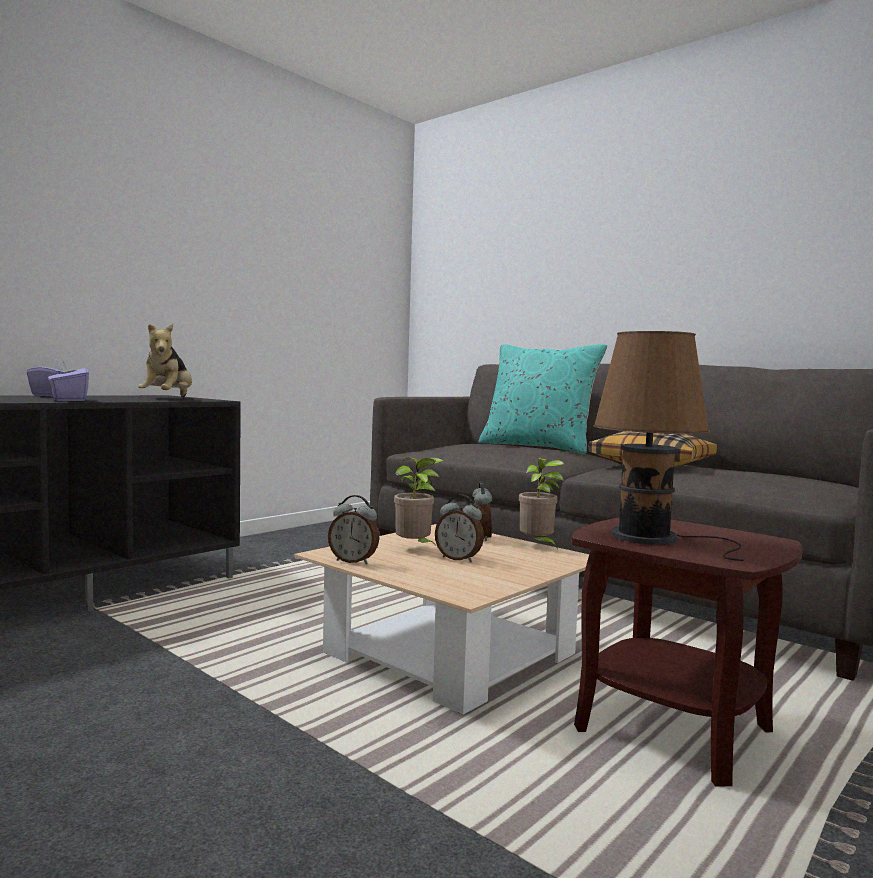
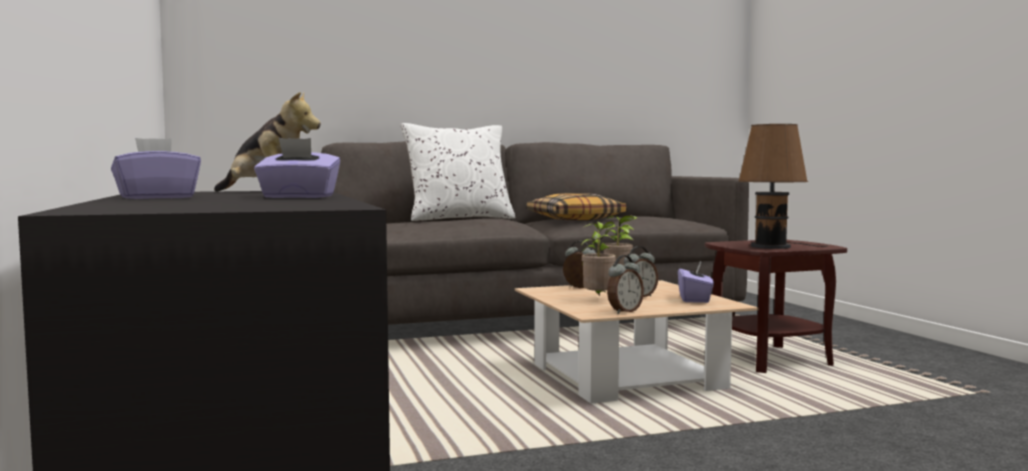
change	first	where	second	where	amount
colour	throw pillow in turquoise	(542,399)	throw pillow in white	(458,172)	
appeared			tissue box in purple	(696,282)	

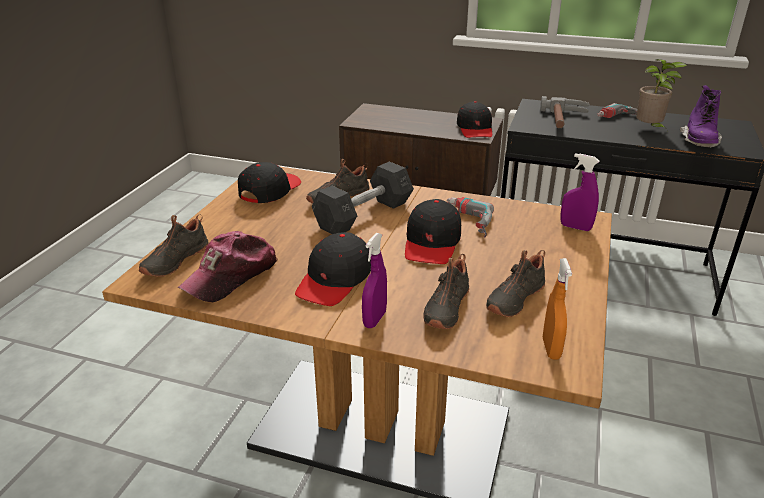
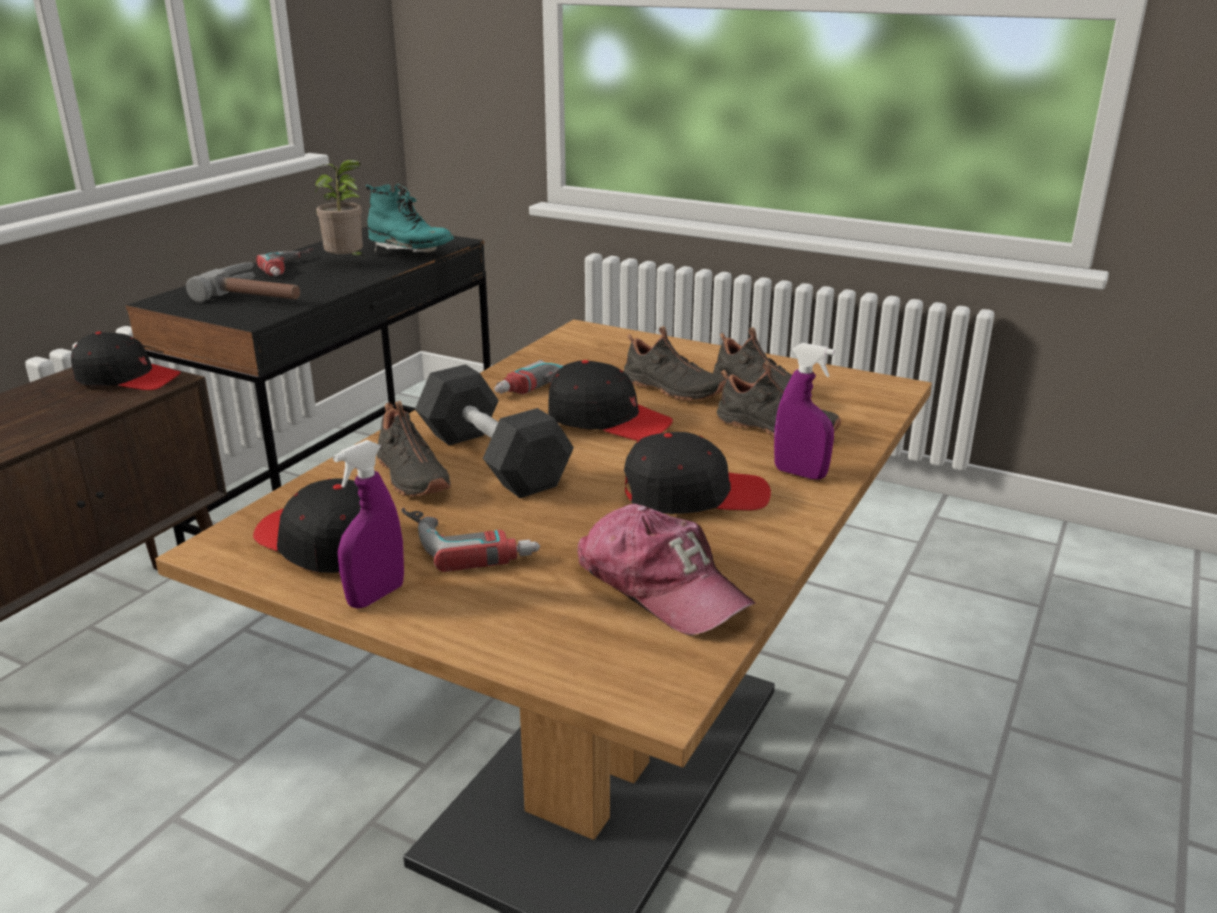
change	first	where	second	where	amount
relocated	sprayer in purple	(580,192)		(368,524)	
colour	high-top boot in purple	(701,116)	high-top boot in turquoise	(410,218)	
appeared			drill	(471,539)	
relocated	item of footwear in blackish	(173,245)		(675,363)	
spun	cap in blackish	(333,269)		(697,473)	45 degrees counterclockwise
missing	sprayer in orangey	(557,309)			

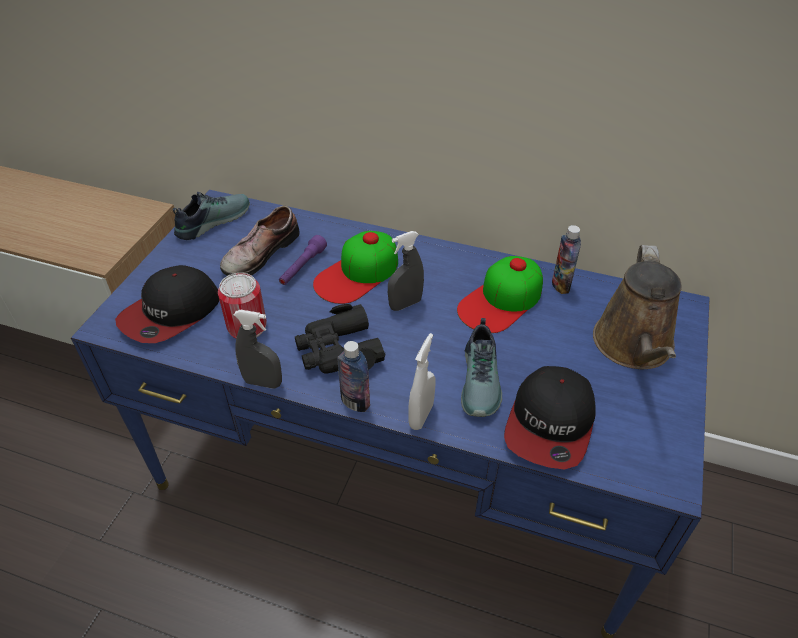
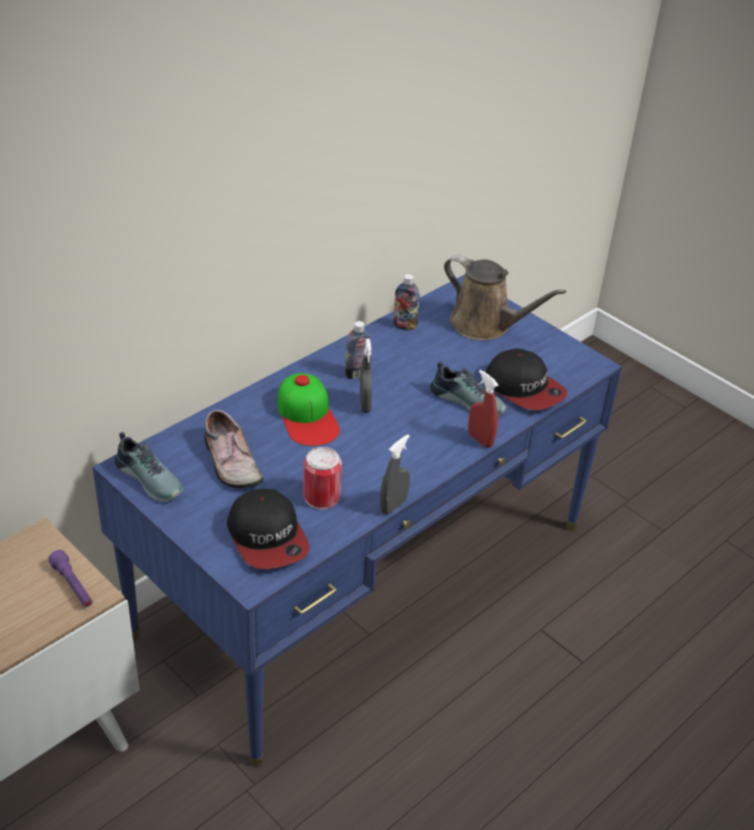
change	first	where	second	where	amount
relocated	torch in purple	(303,260)		(70,578)	
spun	item of footwear	(211,216)		(149,467)	150 degrees clockwise
relocated	beverage bottle	(353,376)		(358,350)	
colour	sprayer in white	(422,381)	sprayer in reddish	(483,409)	
missing	field glasses in blackish	(340,339)			
missing	cap	(500,294)			

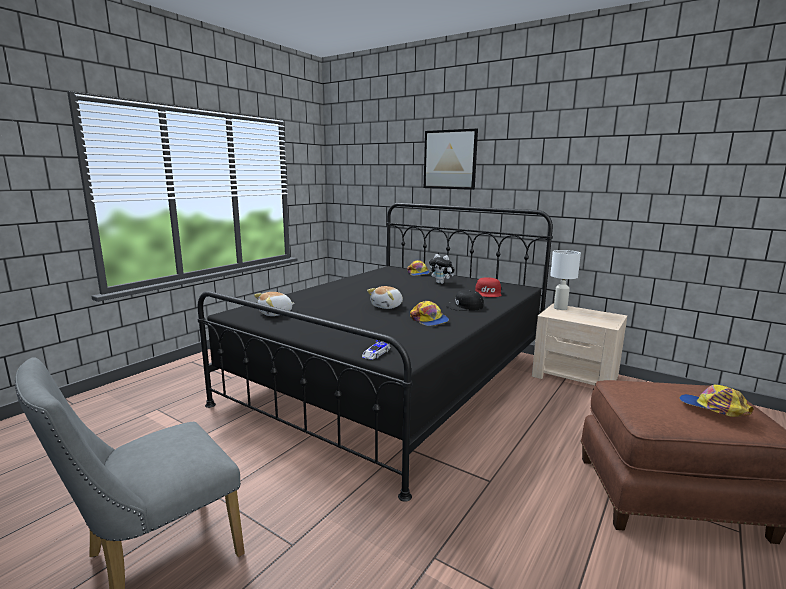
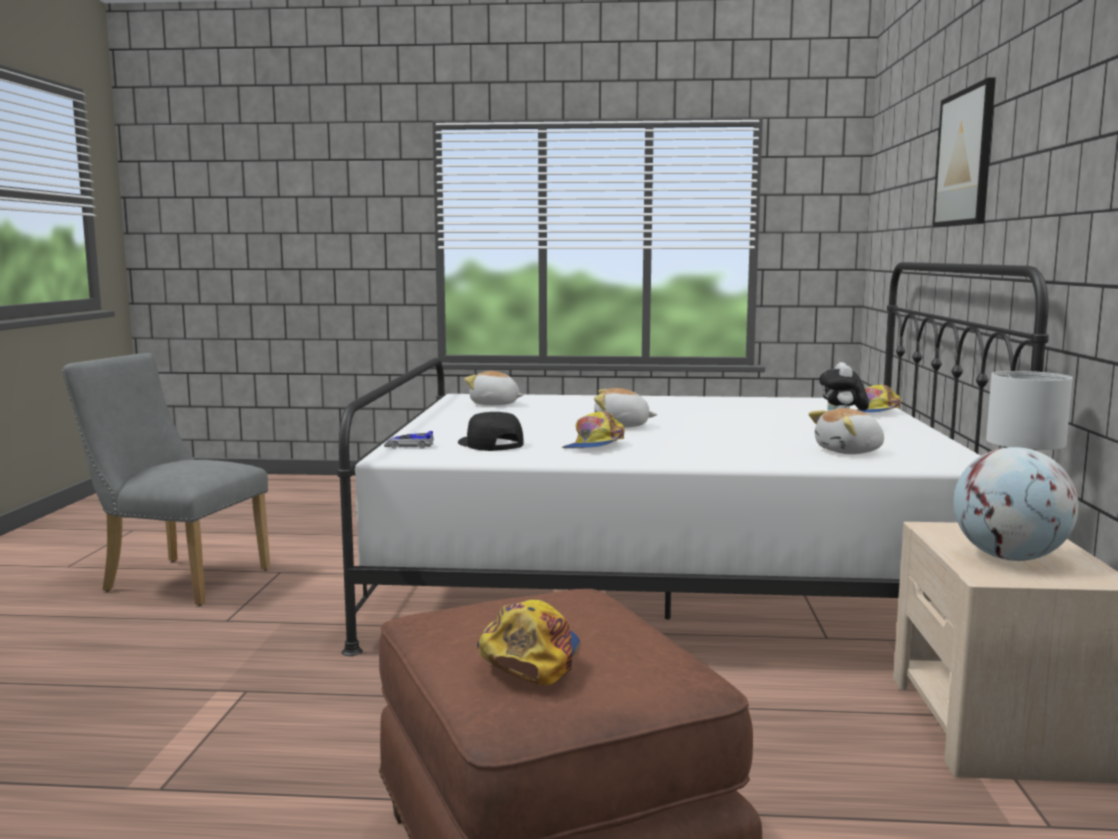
change	first	where	second	where	amount
colour	bedroom bed in blackish	(375,352)	bedroom bed in white	(693,459)	
relocated	cap in blackish	(464,300)		(491,431)	
exchanged	cap in reddish	(488,287)	cuddly toy	(846,431)	
appeared			globe	(1016,504)	

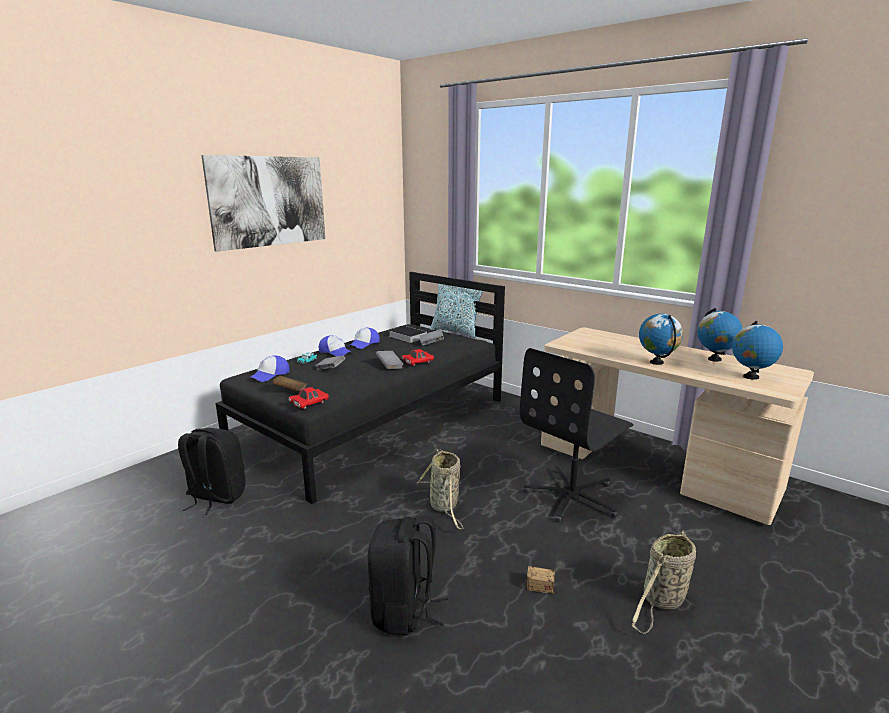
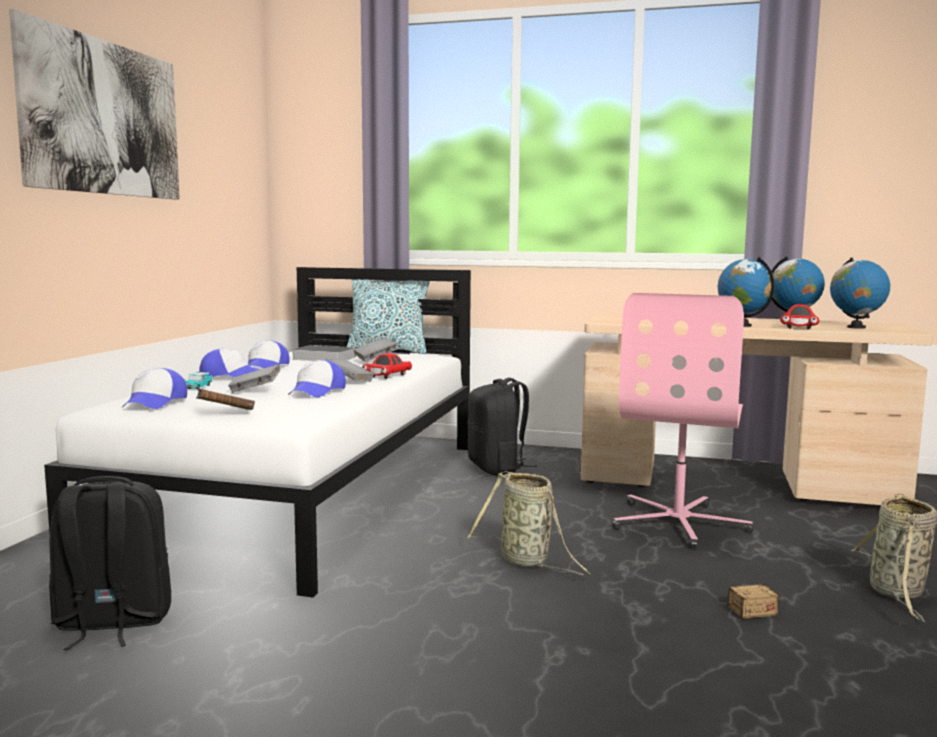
change	first	where	second	where	amount
colour	bedroom bed in blackish	(360,388)	bedroom bed in white	(257,432)	
appeared			cap	(317,378)	
relocated	rucksack in blackish	(408,575)		(502,426)	
colour	office chair in blackish	(577,435)	office chair in pinkish	(682,421)	
relocated	toy car in reddish	(308,398)		(799,316)	

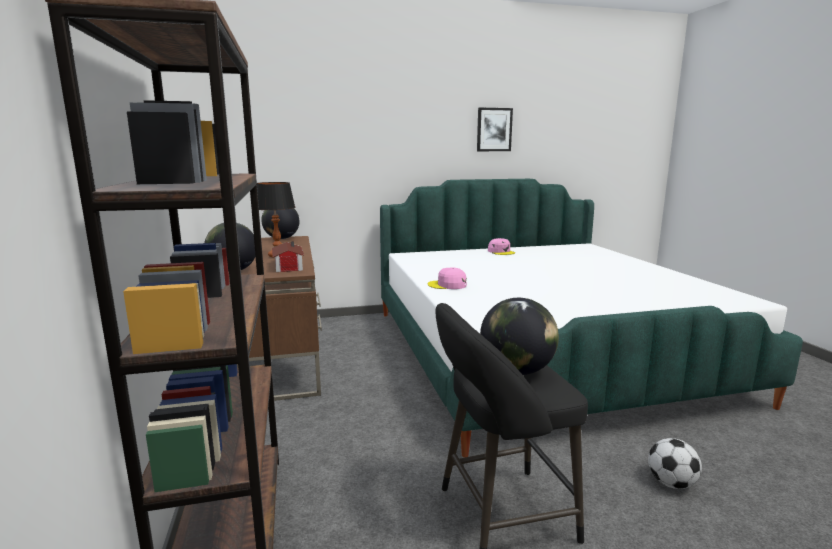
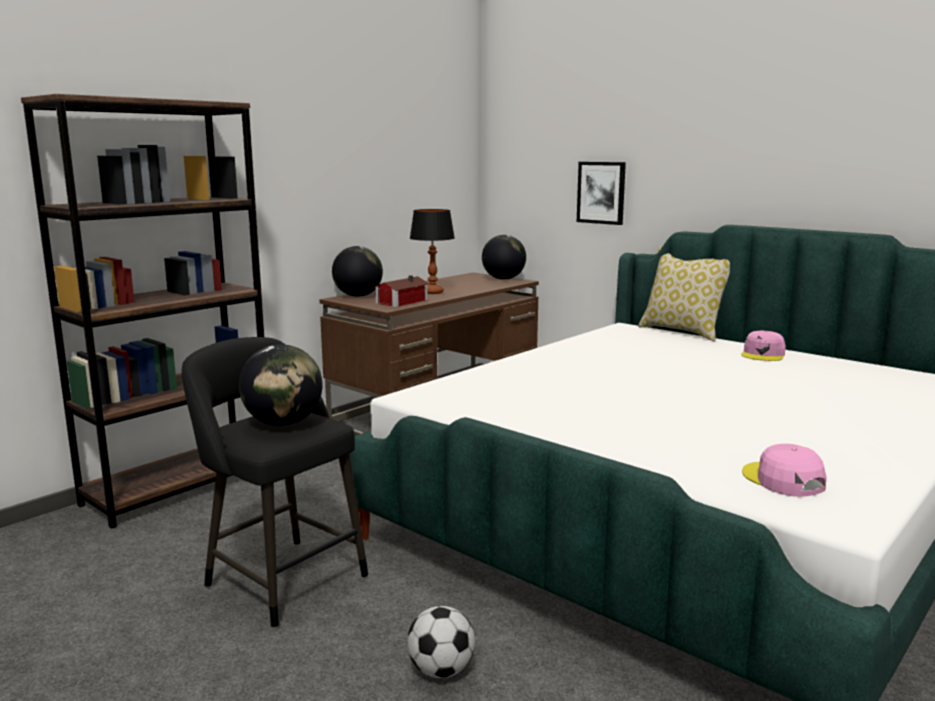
change	first	where	second	where	amount
relocated	wall art	(495,129)		(601,193)	
appeared			throw pillow	(684,294)	
relocated	cap in pinkish	(447,278)		(784,470)	

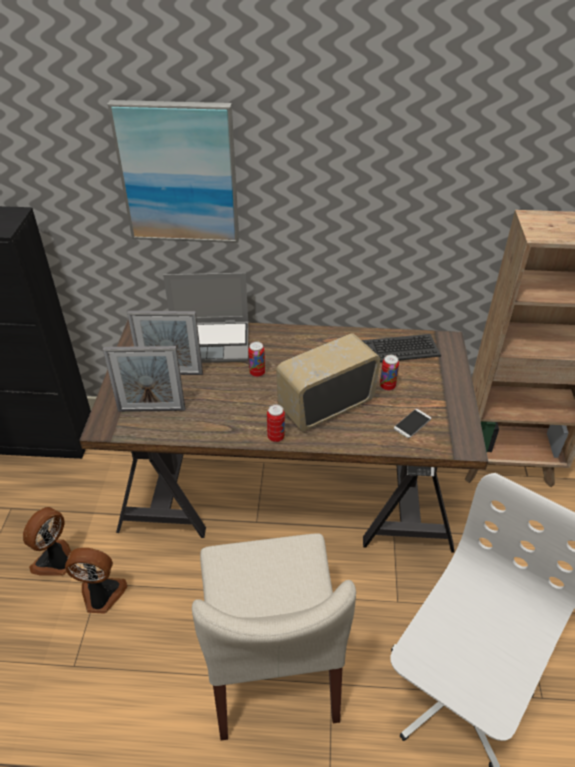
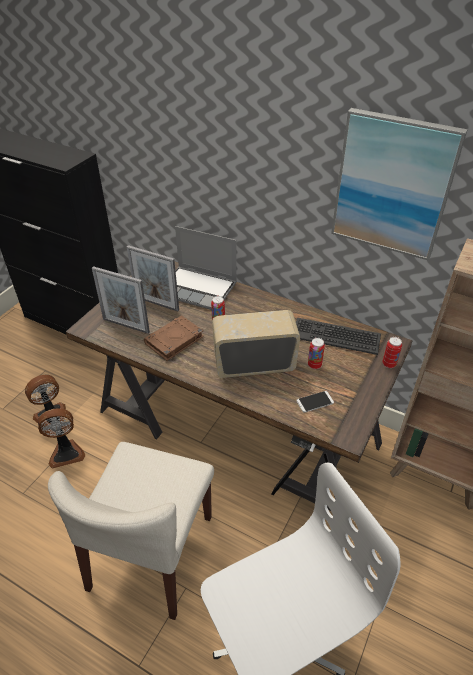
change	first	where	second	where	amount
spun	cooling fan	(96,581)		(61,438)	135 degrees clockwise
appeared			bound book in brown	(174,338)	
relocated	wall art	(173,171)		(399,184)	
relocated	sealed can	(276,423)		(392,352)	

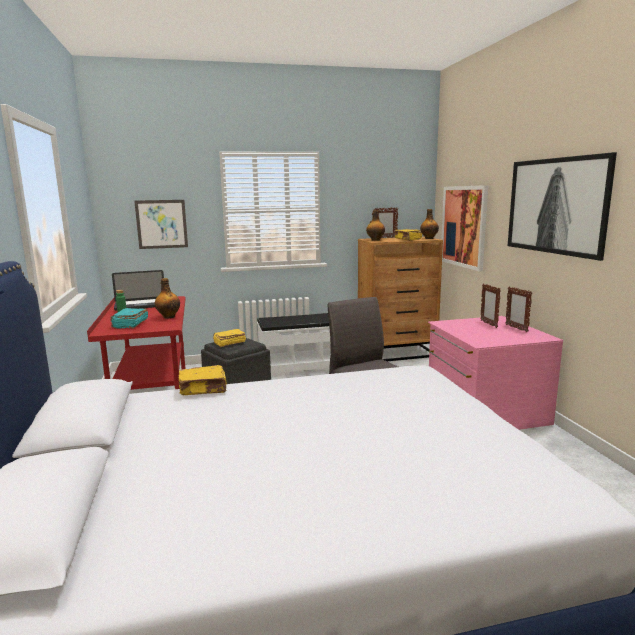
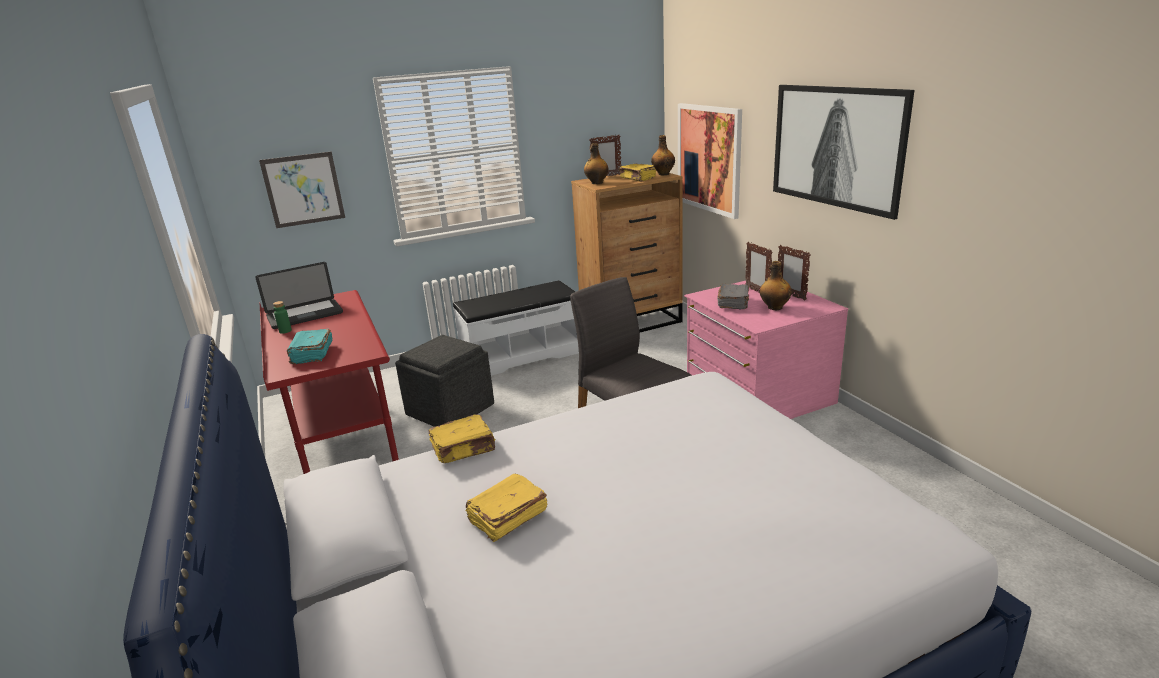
change	first	where	second	where	amount
relocated	bound book in yellowish	(229,338)		(506,507)	
appeared			bound book in gray	(733,297)	
relocated	beverage bottle	(167,298)		(776,285)	

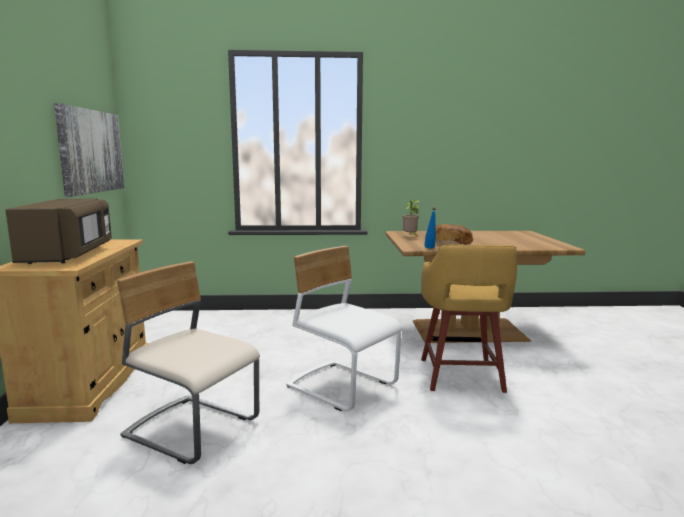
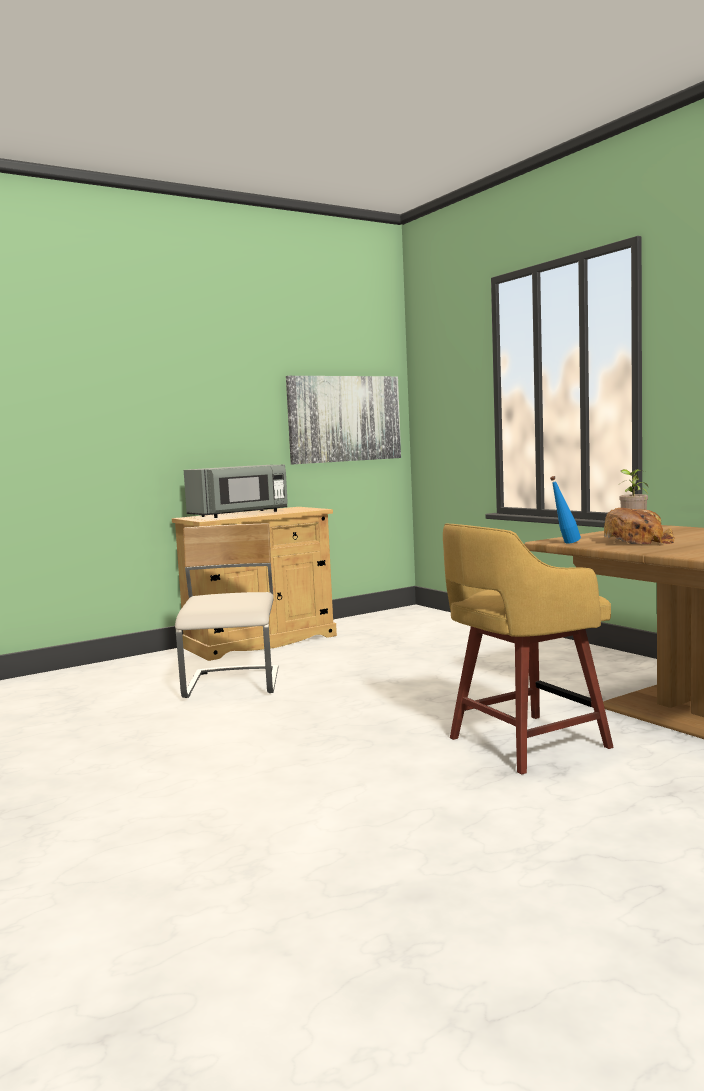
change	first	where	second	where	amount
colour	kitchen microwave in brown	(58,231)	kitchen microwave in gray	(236,491)	
missing	upright chair in white	(344,329)			

